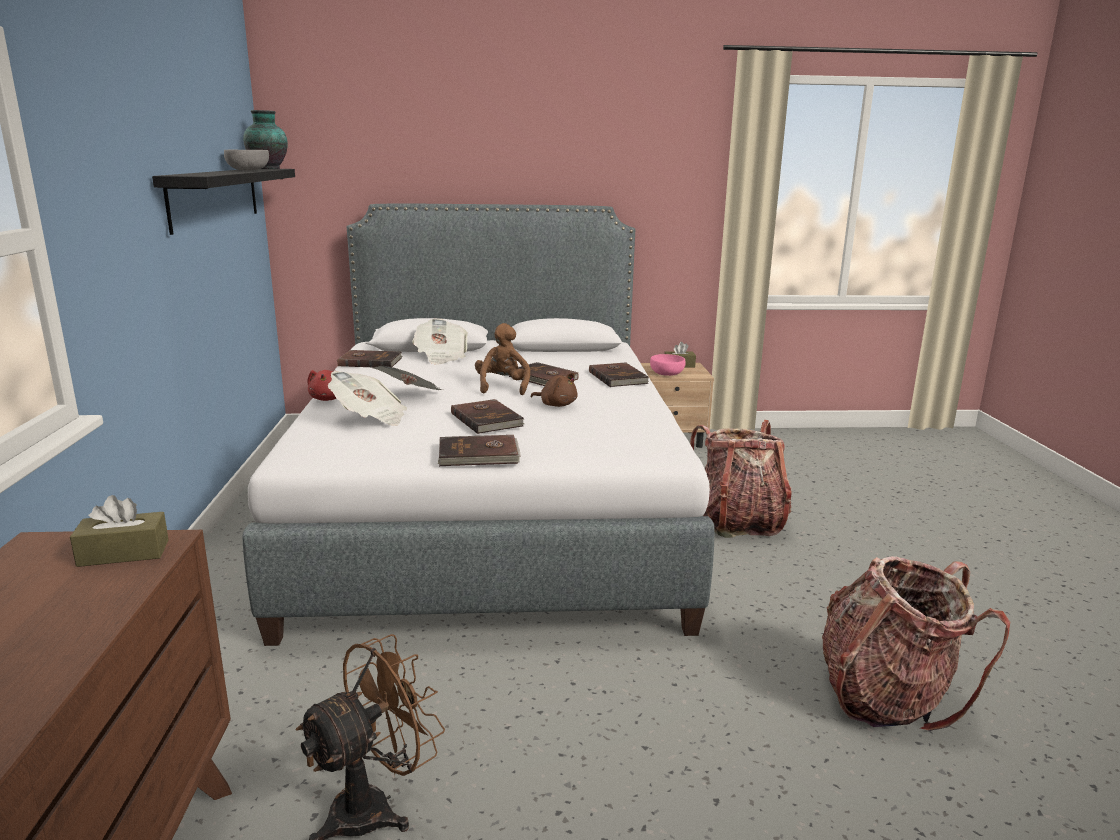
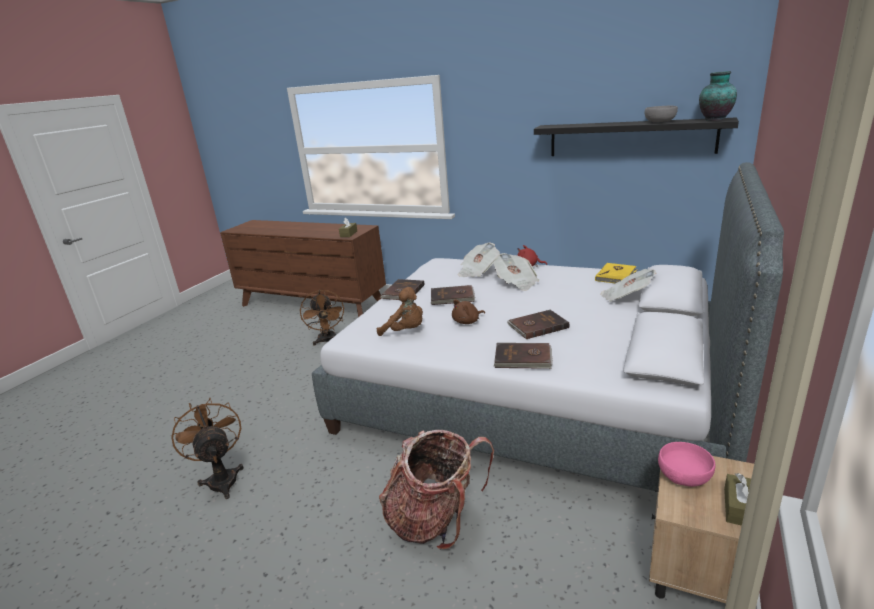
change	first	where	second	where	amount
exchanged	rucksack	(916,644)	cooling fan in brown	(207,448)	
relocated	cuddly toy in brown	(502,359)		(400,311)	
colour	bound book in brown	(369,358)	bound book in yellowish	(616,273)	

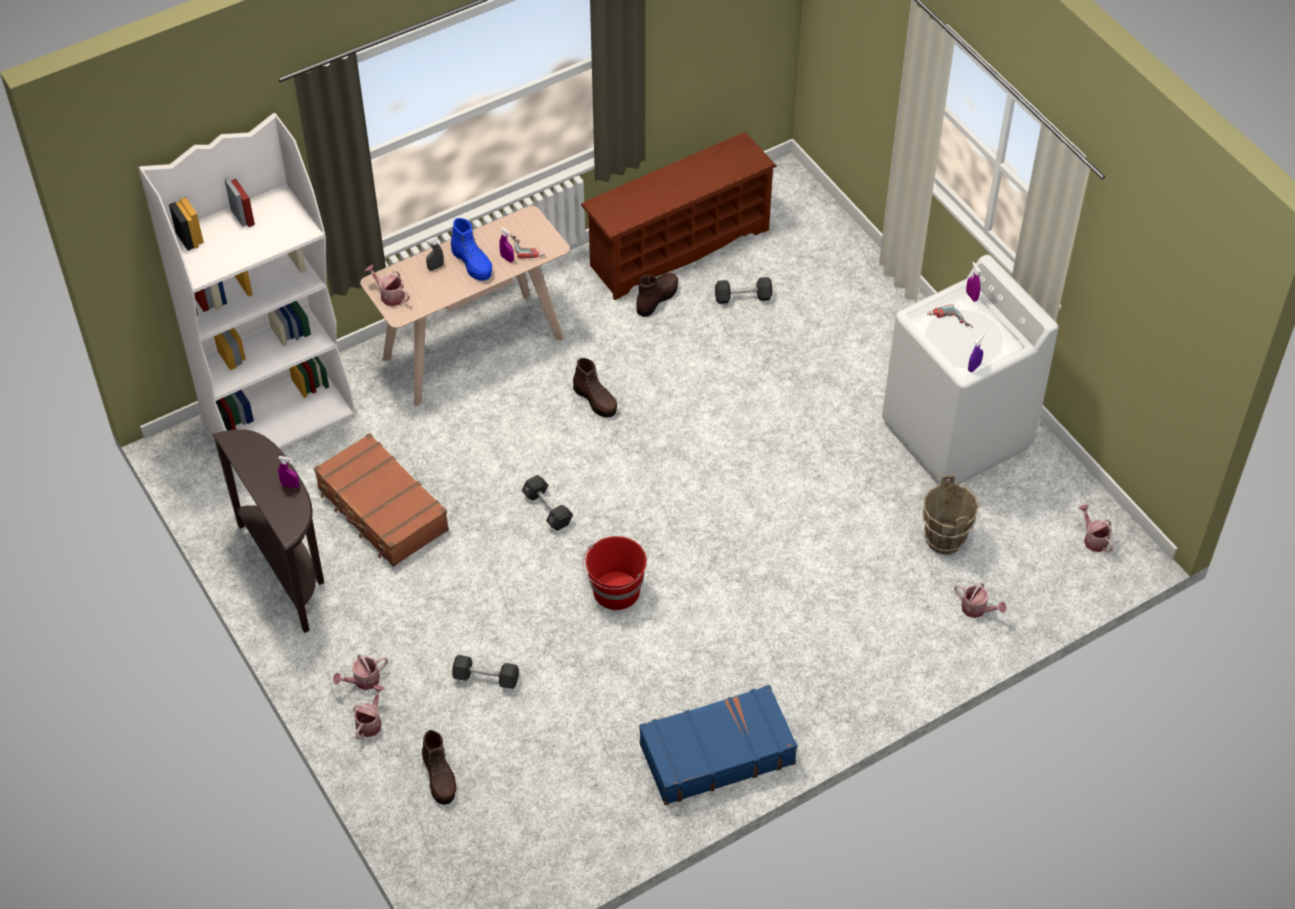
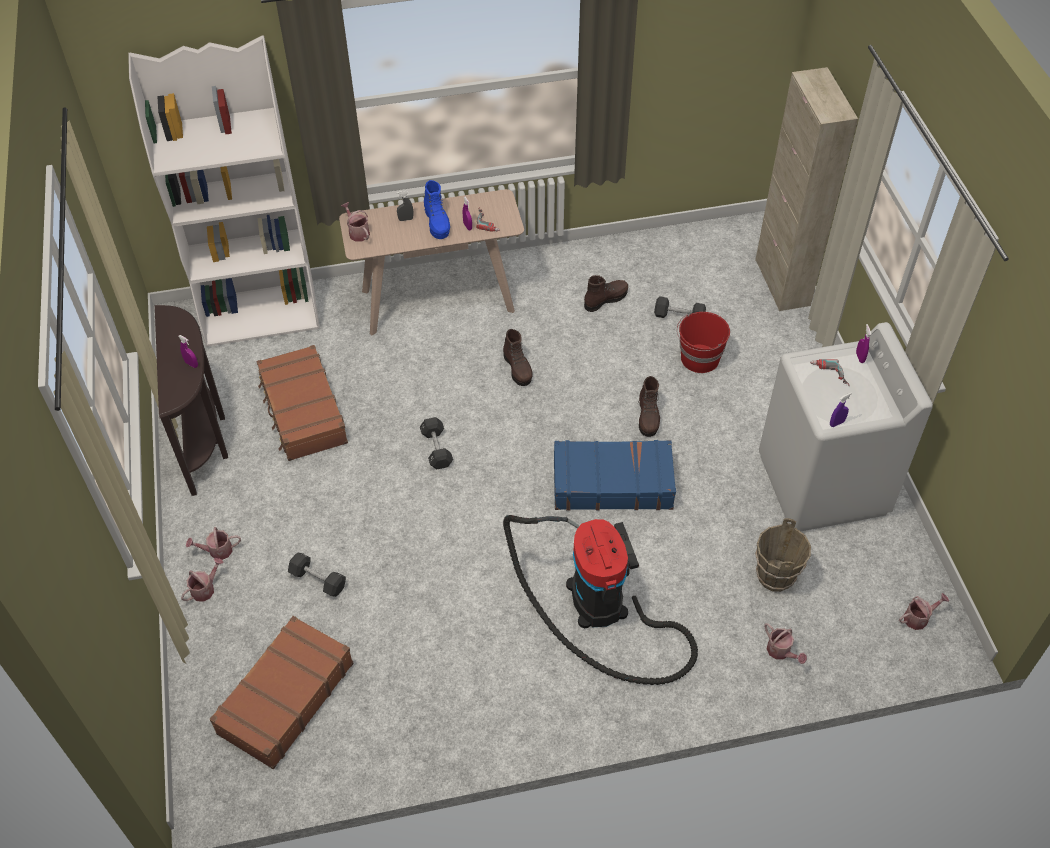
change	first	where	second	where	amount
appeared			piece of luggage in brown	(281,692)	
appeared			vacuum	(600,600)	
relocated	piece of luggage in bluish	(719,745)		(615,475)	
relocated	high-top boot in brown	(439,767)		(649,406)	
relocated	pail in reddish	(615,573)		(703,342)	
appeared			cupboard in beige	(806,189)	
spun	watering can	(1096,528)		(924,611)	75 degrees clockwise
missing	shoe stand in brown	(679,216)			

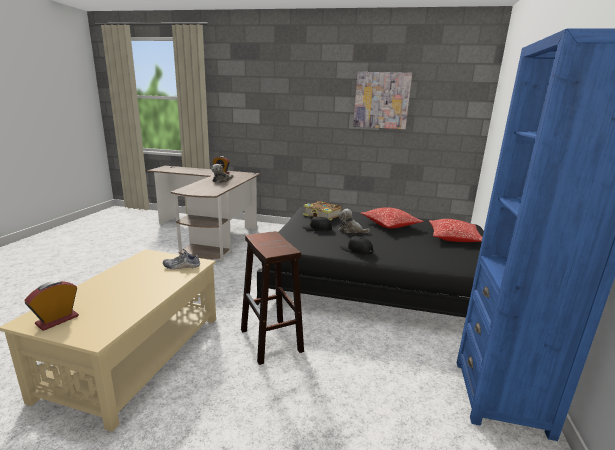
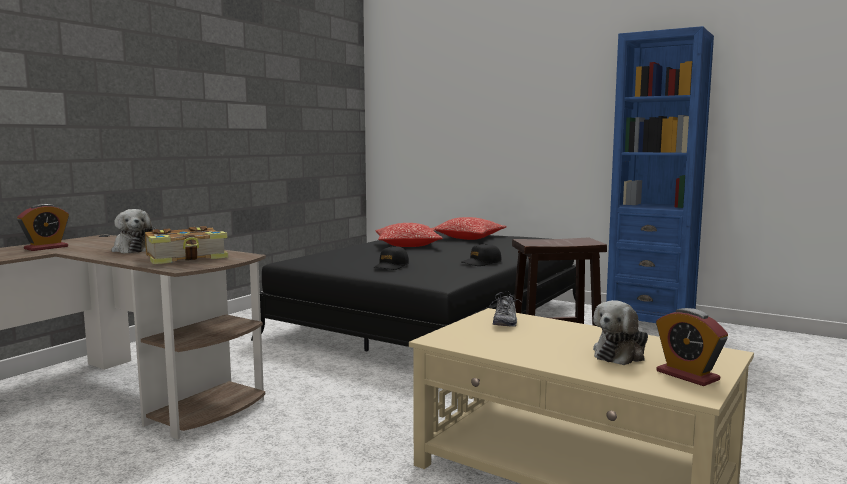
change	first	where	second	where	amount
relocated	bound book	(322,211)		(186,245)	
relocated	cuddly toy	(354,221)		(620,332)	
missing	wall art	(382,100)			

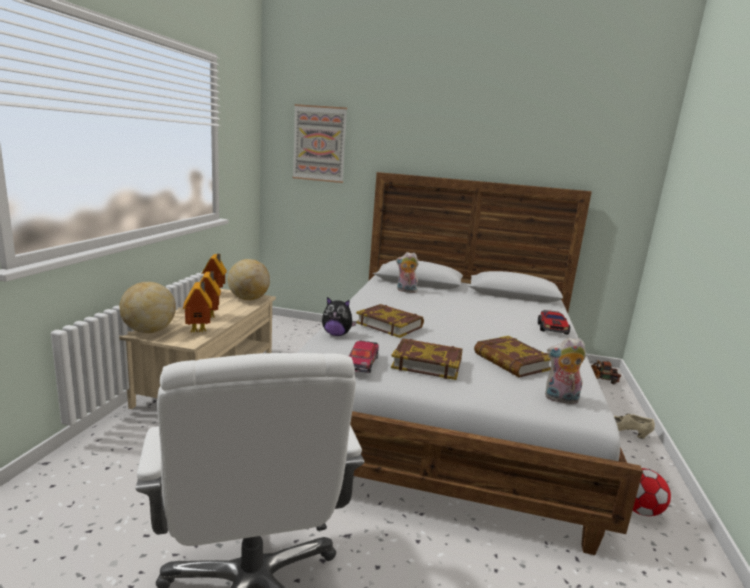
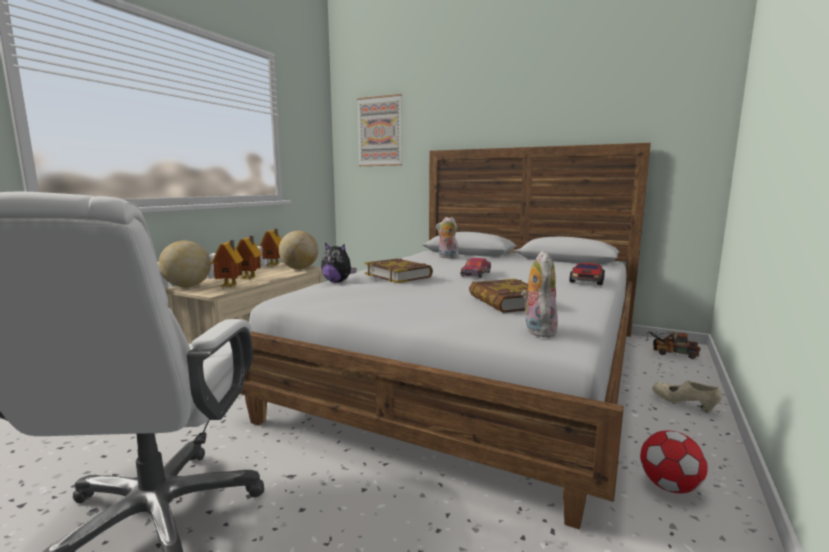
change	first	where	second	where	amount
relocated	toy car	(364,357)		(475,268)	
spun	cuddly toy	(565,371)		(539,294)	75 degrees clockwise
missing	bound book	(427,359)			

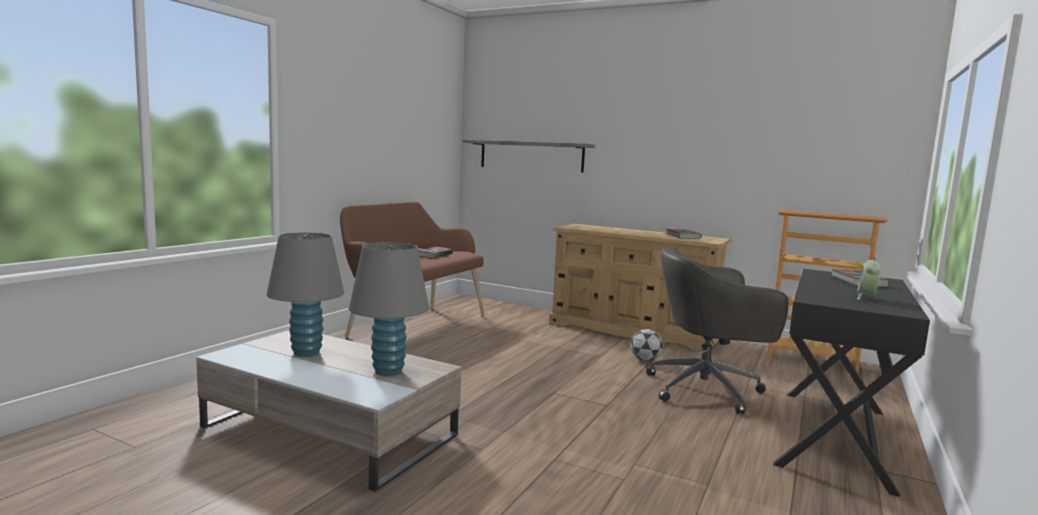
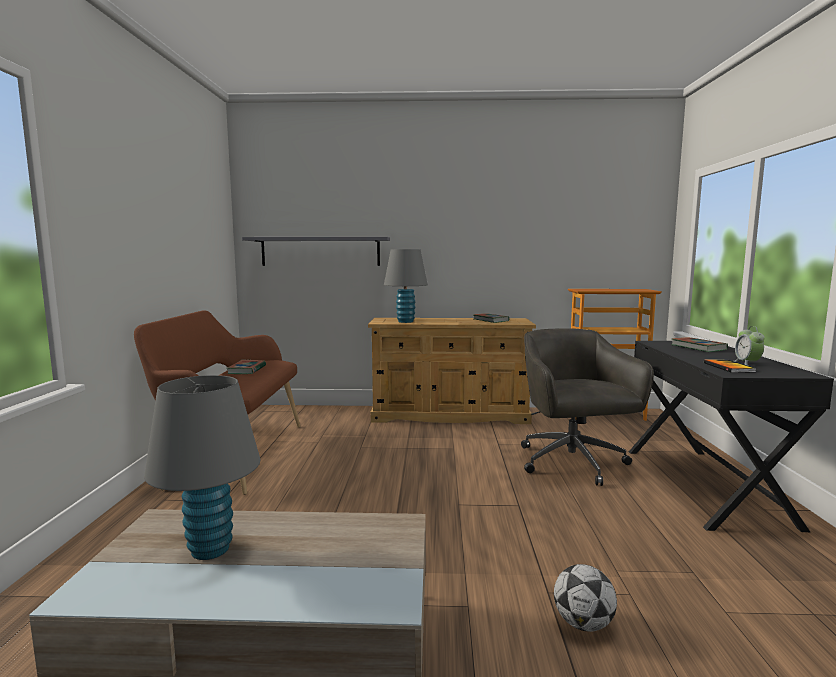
change	first	where	second	where	amount
relocated	tabletop lamp in gray	(389,309)		(406,286)	
spun	office chair in gray	(717,330)		(587,407)	105 degrees clockwise
relocated	ball for football	(647,345)		(585,598)	
appeared			bound book	(730,366)	

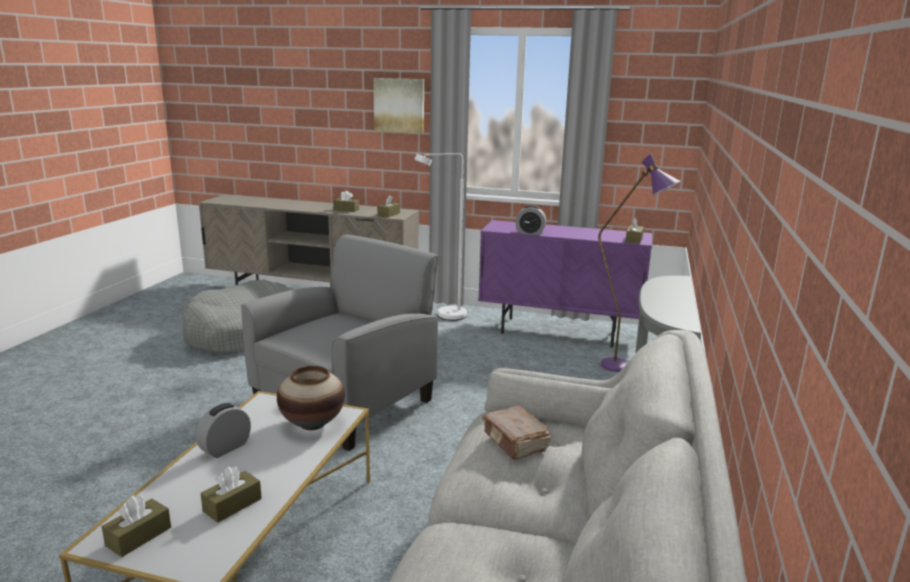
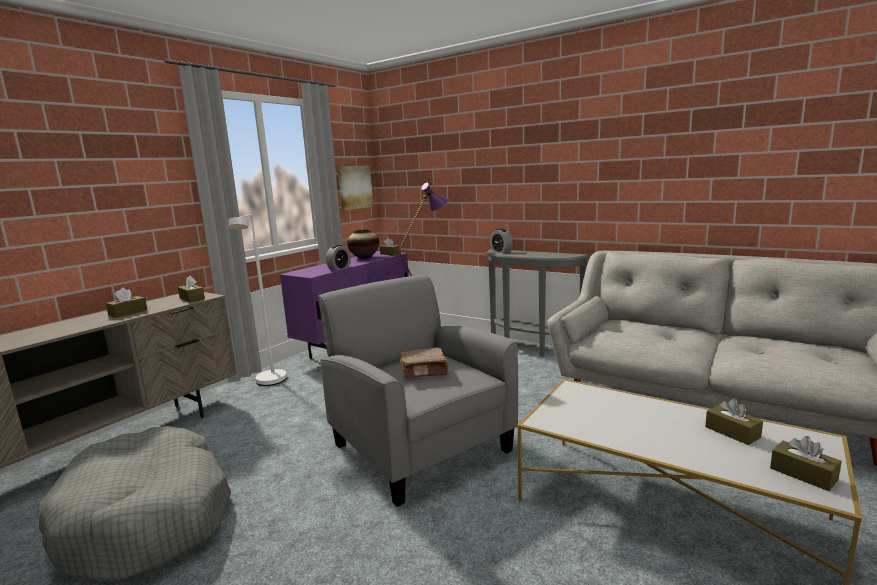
change	first	where	second	where	amount
relocated	wall art	(398,106)		(355,187)	
relocated	vase	(311,398)		(363,244)	
relocated	bound book in brown	(516,433)		(424,362)	
relocated	table clock	(223,430)		(501,241)	

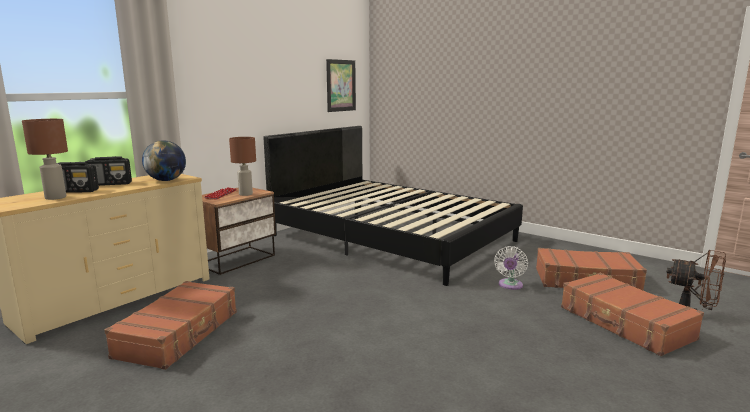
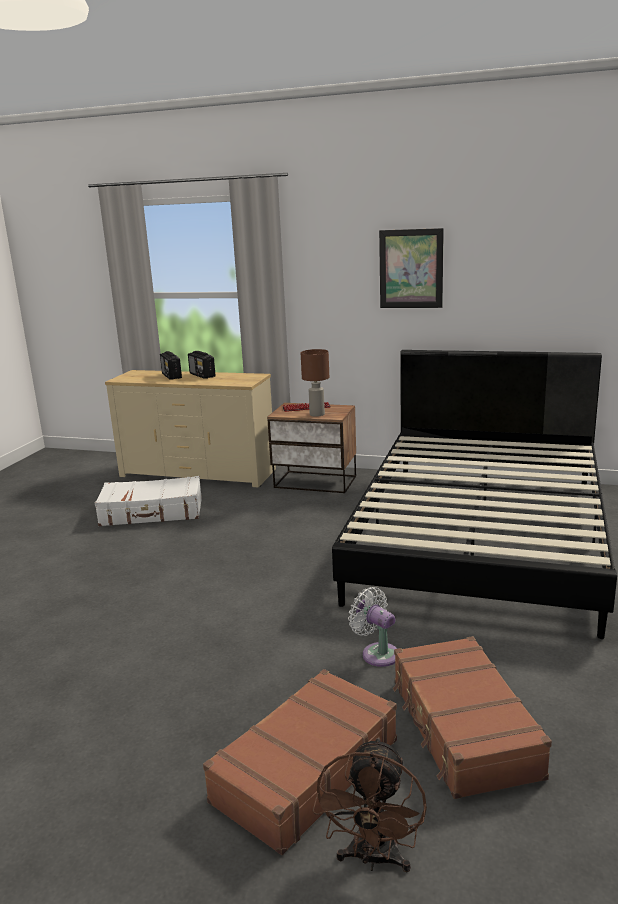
change	first	where	second	where	amount
colour	piece of luggage in brown	(170,325)	piece of luggage in white	(148,501)	
spun	cooling fan in white	(511,268)		(372,627)	45 degrees clockwise
relocated	wall art	(341,85)		(411,268)	
missing	tabletop lamp in brown	(45,159)			
missing	globe	(164,160)			

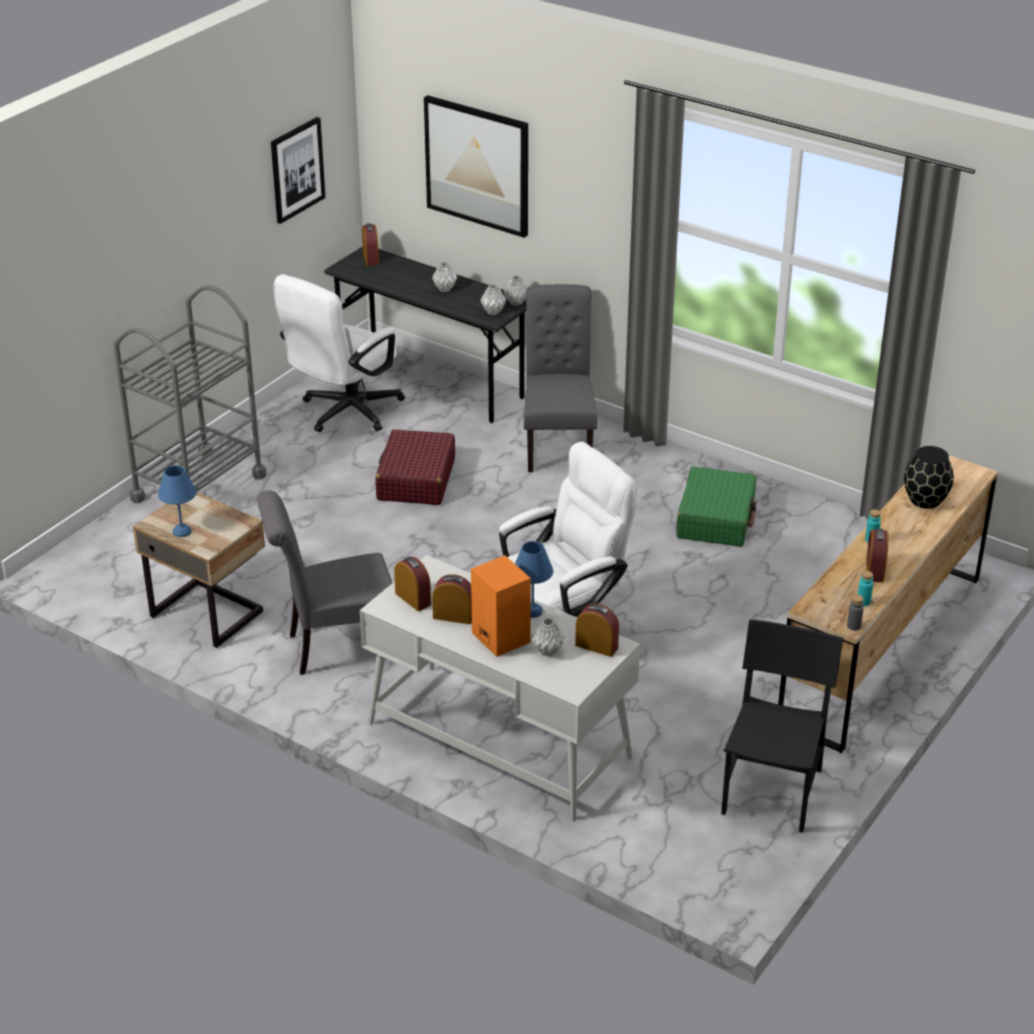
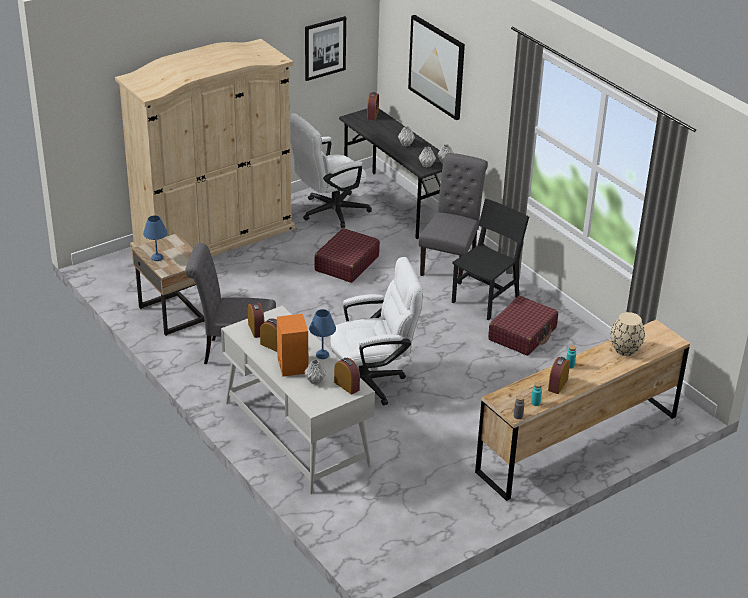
change	first	where	second	where	amount
exchanged	wheeled cart in gray	(190,394)	clothes cupboard in beige	(205,148)	
relocated	upright chair in blackish	(782,726)		(490,259)	
colour	piece of luggage in green	(716,507)	piece of luggage in reddish	(523,326)	
colour	vase in blackish	(929,477)	vase in beige	(628,334)	

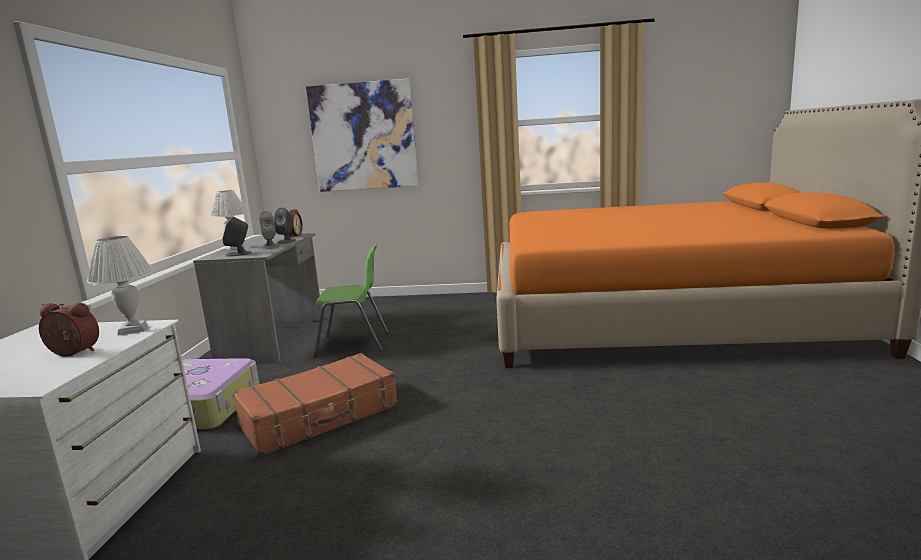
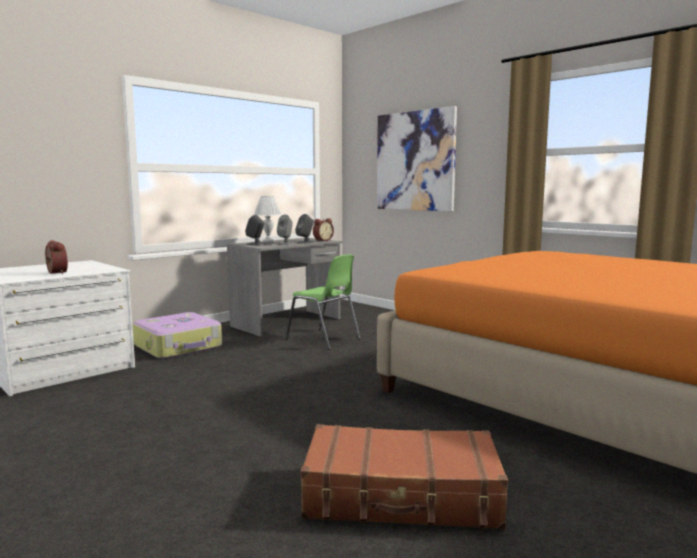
change	first	where	second	where	amount
relocated	piece of luggage in brown	(315,404)		(404,477)	
missing	tabletop lamp in white	(120,285)			

